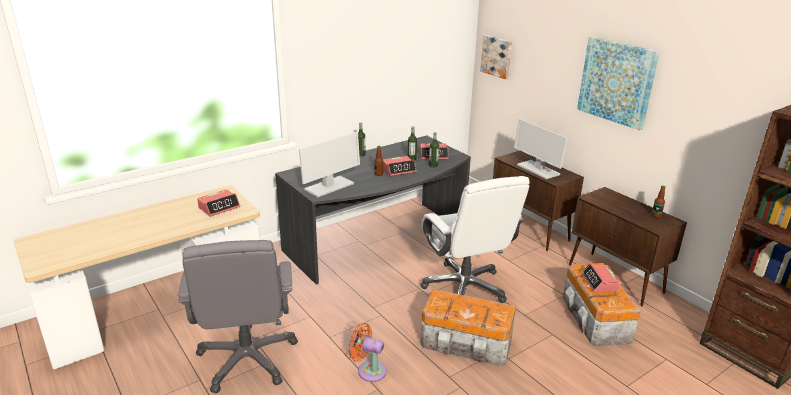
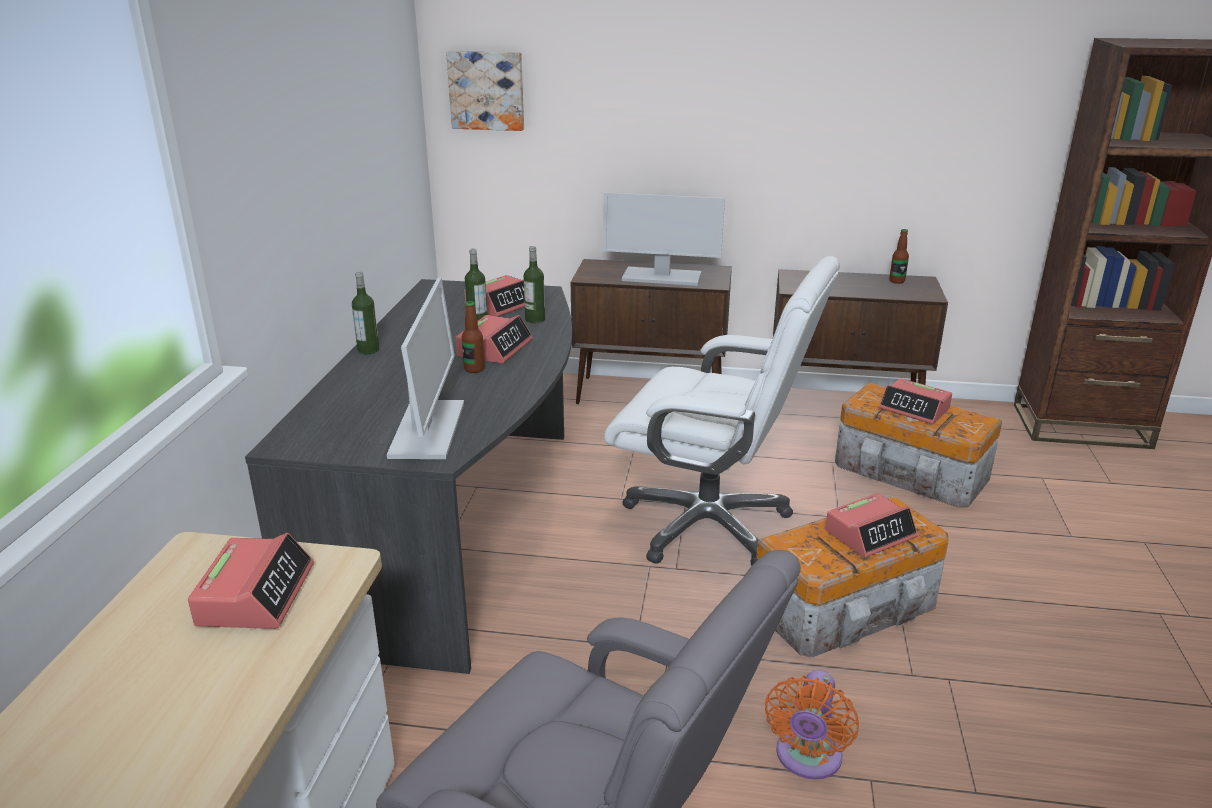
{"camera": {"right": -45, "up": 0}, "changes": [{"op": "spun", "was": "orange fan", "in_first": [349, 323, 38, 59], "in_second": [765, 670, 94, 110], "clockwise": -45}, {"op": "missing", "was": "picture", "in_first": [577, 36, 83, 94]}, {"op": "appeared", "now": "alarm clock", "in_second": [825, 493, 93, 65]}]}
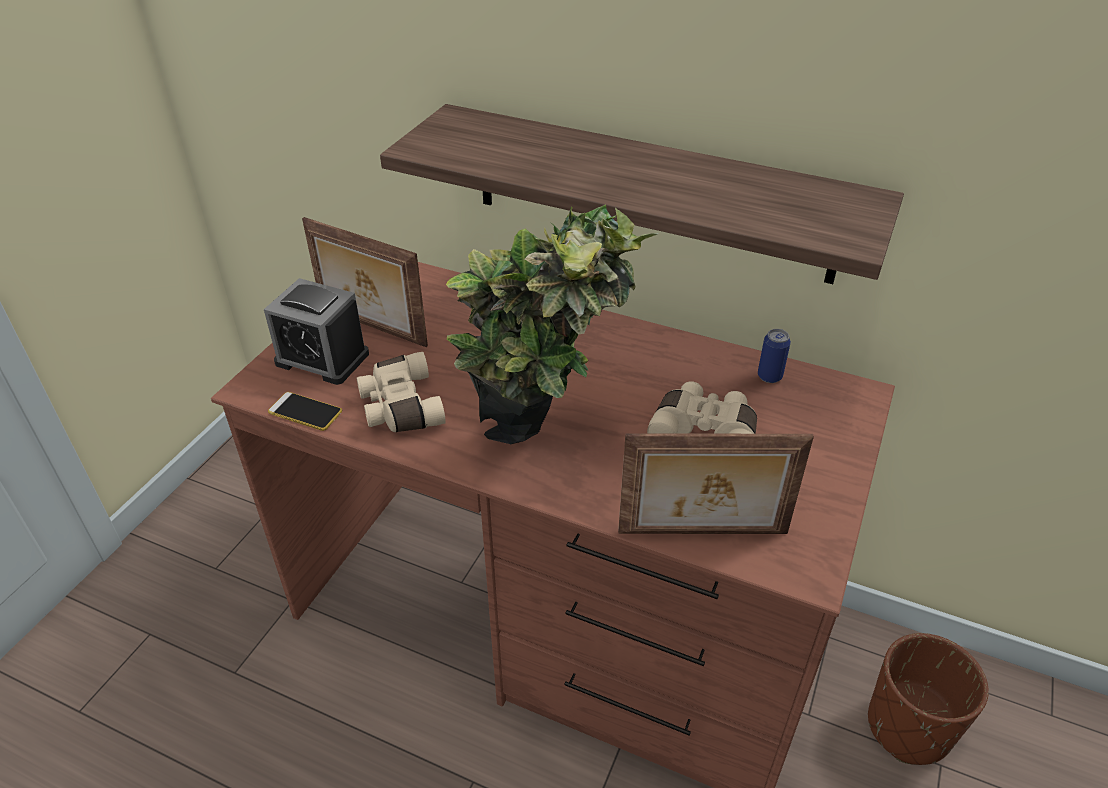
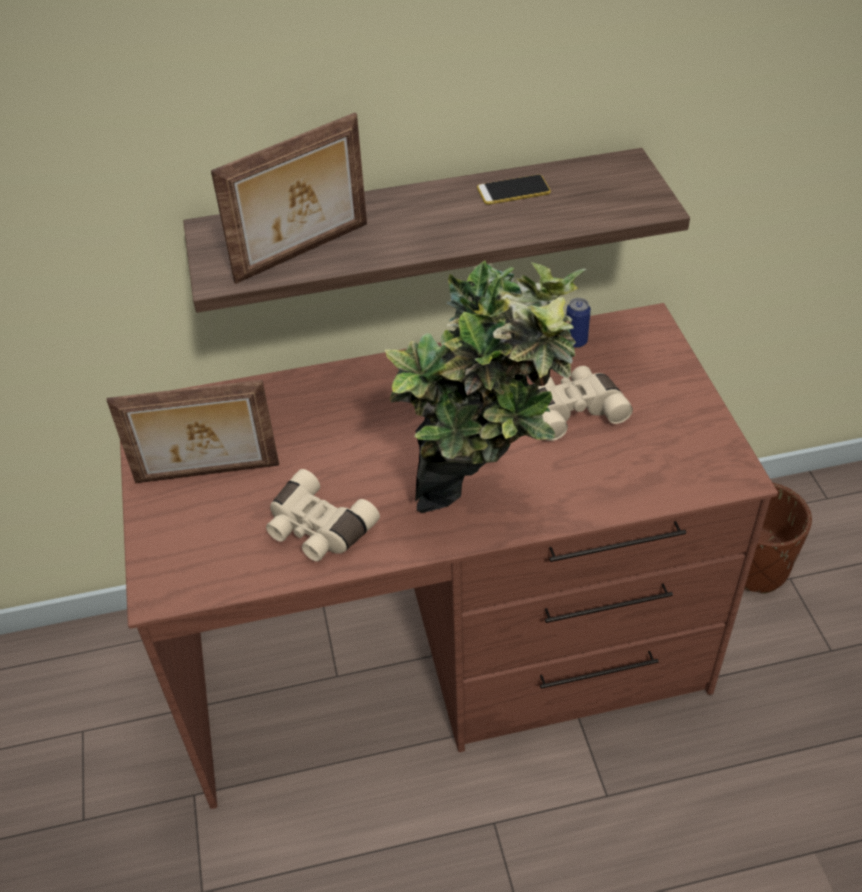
{"camera": {"right": -35, "up": 5}, "changes": [{"op": "missing", "was": "alarm clock", "in_first": [264, 278, 105, 107]}, {"op": "relocated", "was": "phone", "in_first": [268, 392, 74, 39], "in_second": [477, 174, 74, 31]}, {"op": "relocated", "was": "picture frame", "in_first": [618, 433, 196, 101], "in_second": [211, 113, 156, 171]}]}
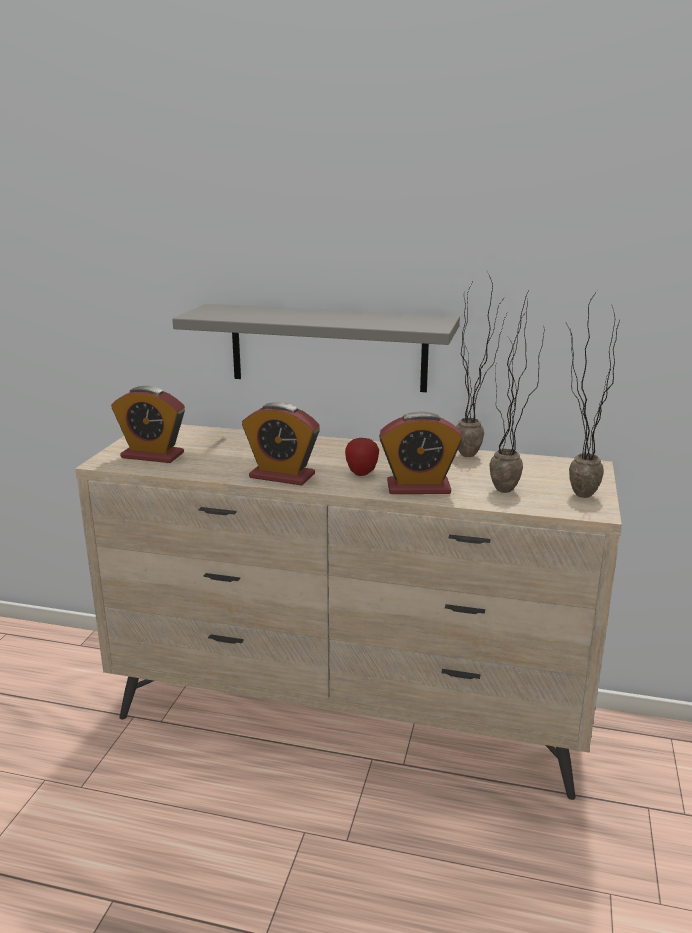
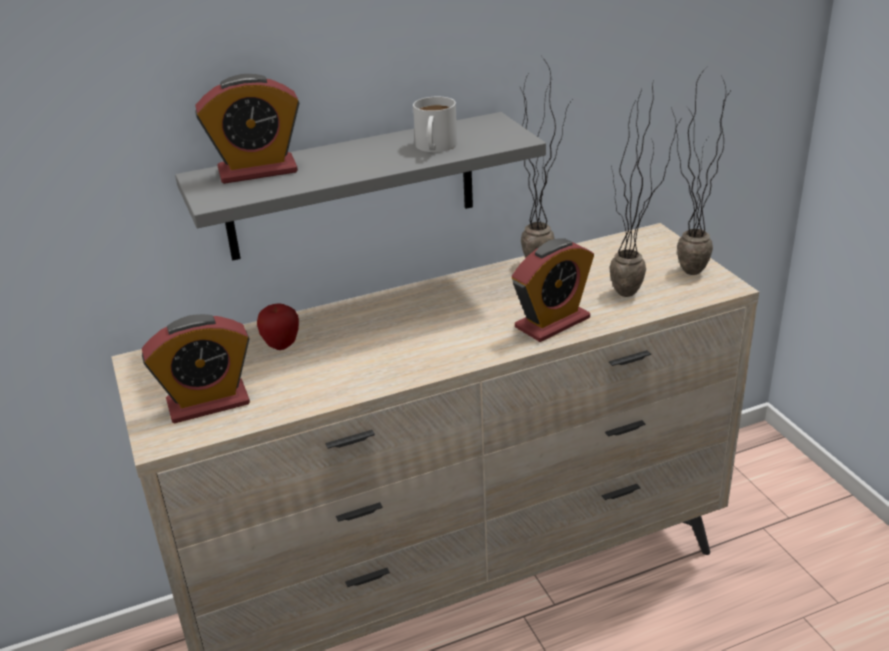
{"camera": {"right": -35, "up": 10}, "changes": [{"op": "relocated", "was": "alarm clock", "in_first": [242, 402, 78, 84], "in_second": [195, 74, 105, 110]}, {"op": "relocated", "was": "apple", "in_first": [345, 438, 34, 38], "in_second": [257, 303, 42, 47]}, {"op": "appeared", "now": "white mug", "in_second": [413, 97, 44, 55]}]}
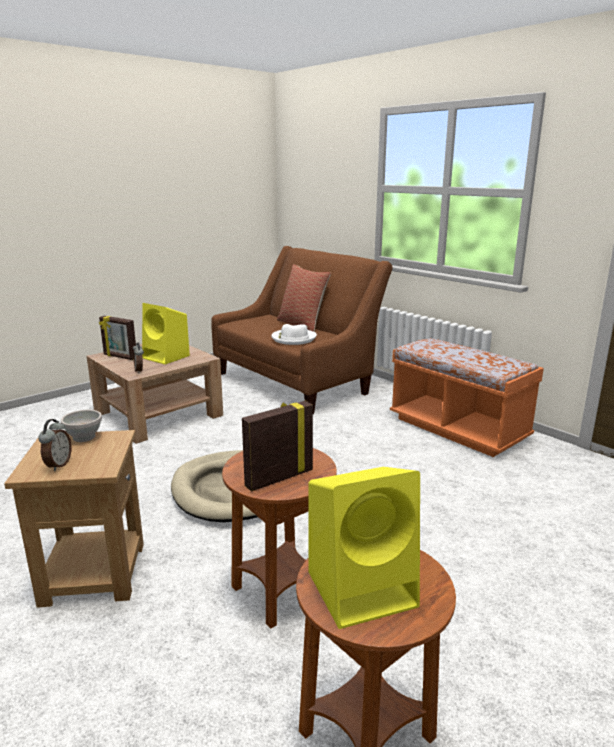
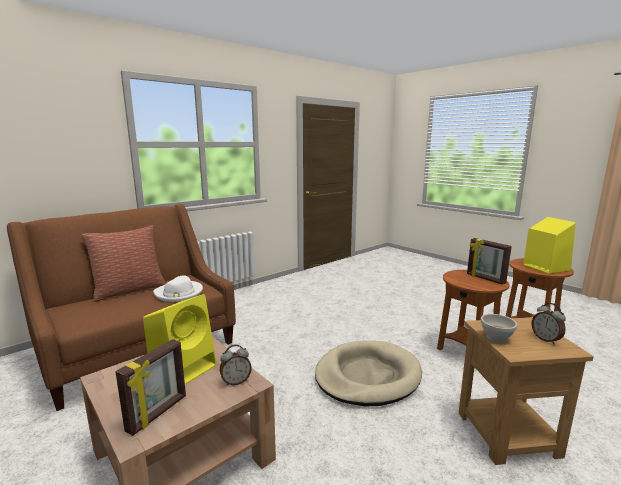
{"camera": {"right": -90, "up": -5}, "changes": [{"op": "spun", "was": "alarm clock", "in_first": [38, 419, 34, 52], "in_second": [531, 303, 35, 41], "clockwise": -120}, {"op": "missing", "was": "orange bench", "in_first": [390, 338, 154, 119]}]}
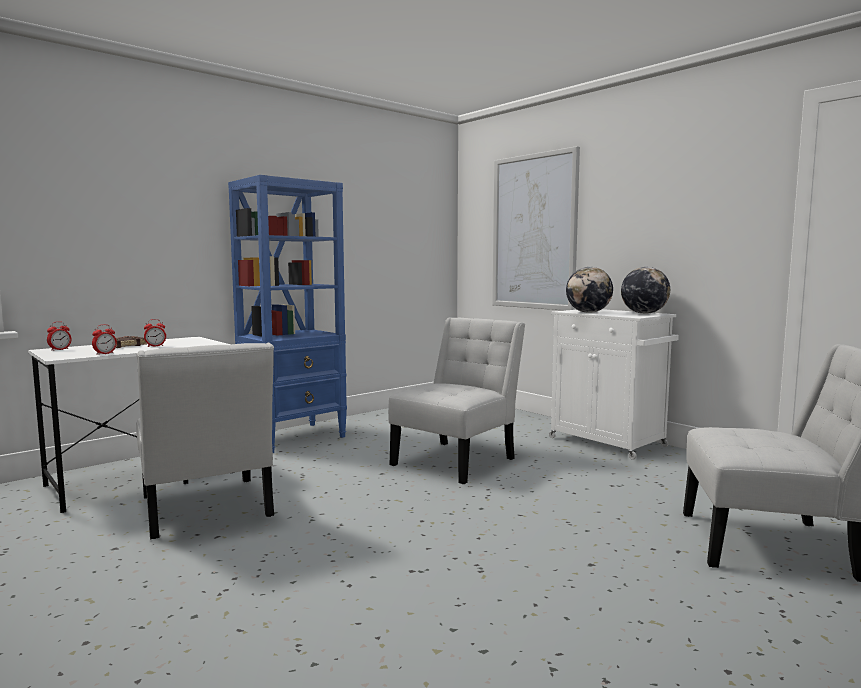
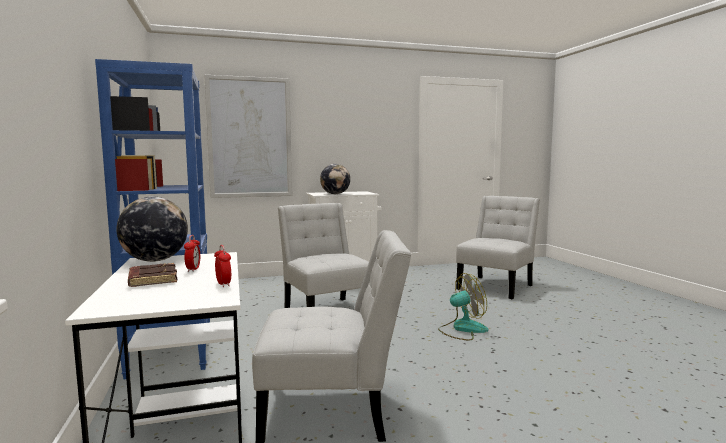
{"camera": {"right": -65, "up": 0}, "changes": [{"op": "missing", "was": "alarm clock", "in_first": [47, 322, 24, 29]}, {"op": "relocated", "was": "globe", "in_first": [621, 267, 49, 47], "in_second": [116, 196, 72, 66]}, {"op": "appeared", "now": "fan", "in_second": [438, 273, 50, 68]}]}
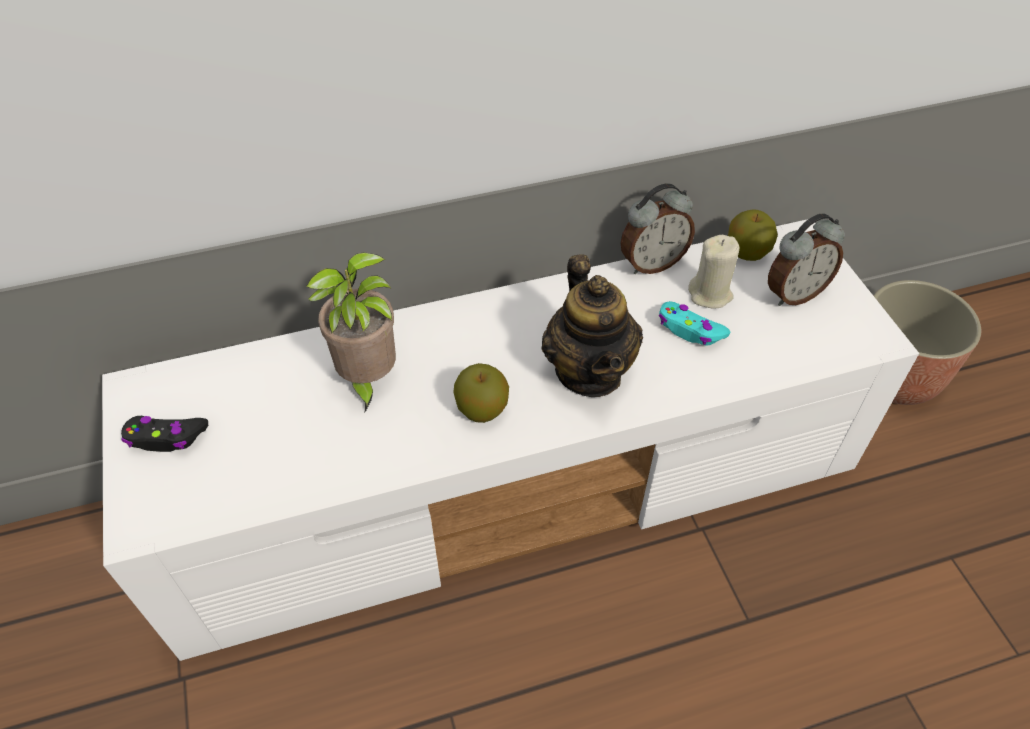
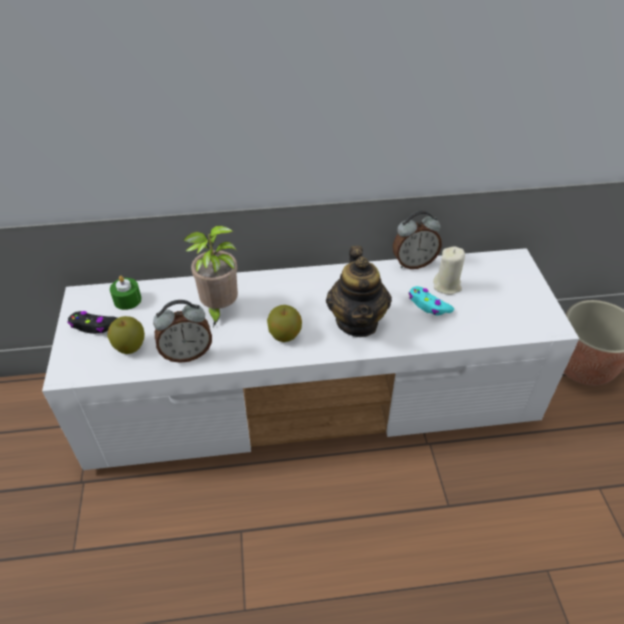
{"camera": {"right": 10, "up": -5}, "changes": [{"op": "relocated", "was": "apple", "in_first": [728, 210, 50, 51], "in_second": [107, 316, 38, 38]}, {"op": "relocated", "was": "alarm clock", "in_first": [768, 213, 77, 93], "in_second": [153, 300, 59, 63]}, {"op": "appeared", "now": "green candle", "in_second": [110, 276, 32, 34]}]}
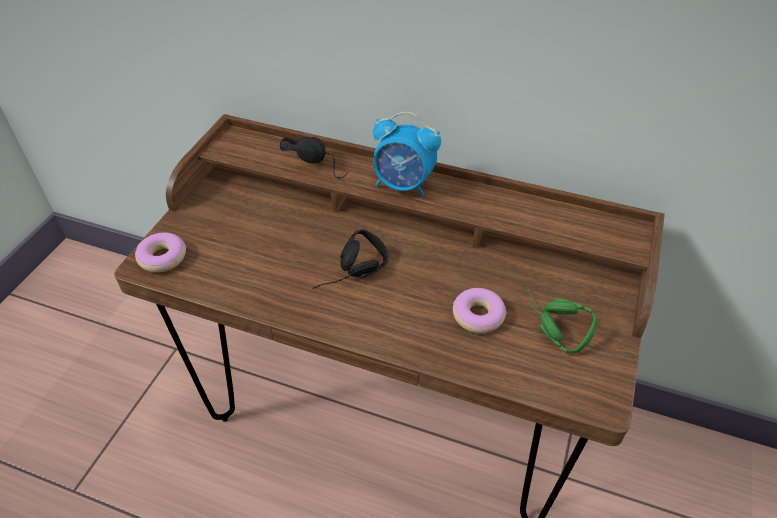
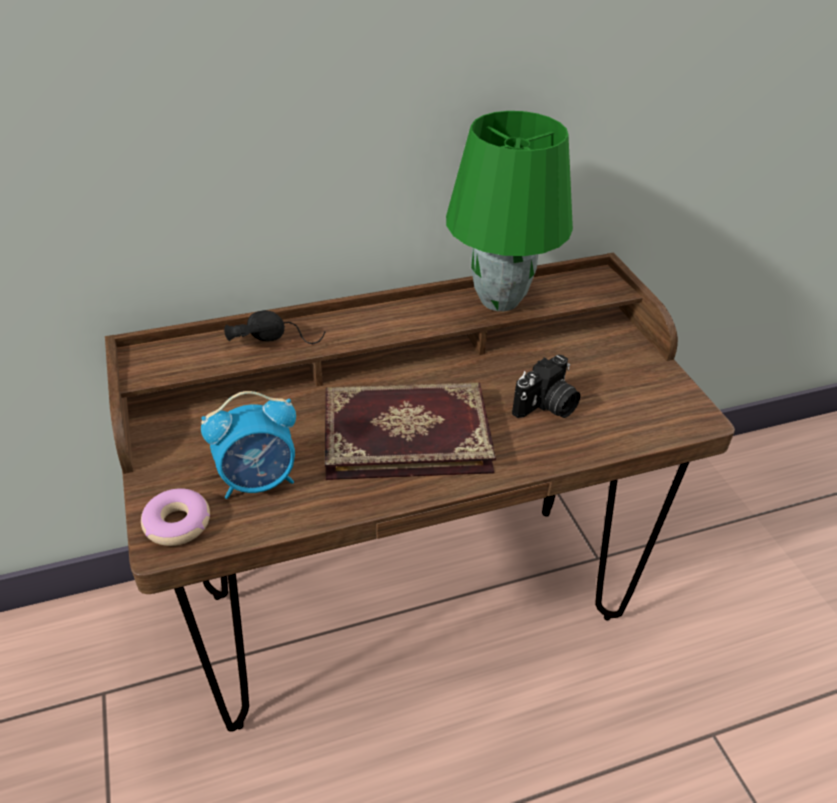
{"camera": {"right": -40, "up": -5}, "changes": [{"op": "exchanged", "was": "black headphones", "now": "book", "in_first": [313, 230, 76, 59], "in_second": [325, 383, 171, 97]}, {"op": "relocated", "was": "alarm clock", "in_first": [373, 112, 68, 85], "in_second": [201, 391, 95, 108]}, {"op": "exchanged", "was": "donut", "now": "photo camera", "in_first": [453, 288, 54, 45], "in_second": [512, 355, 68, 63]}, {"op": "missing", "was": "green headphones", "in_first": [521, 284, 76, 70]}, {"op": "appeared", "now": "green table lamp", "in_second": [446, 111, 127, 200]}]}
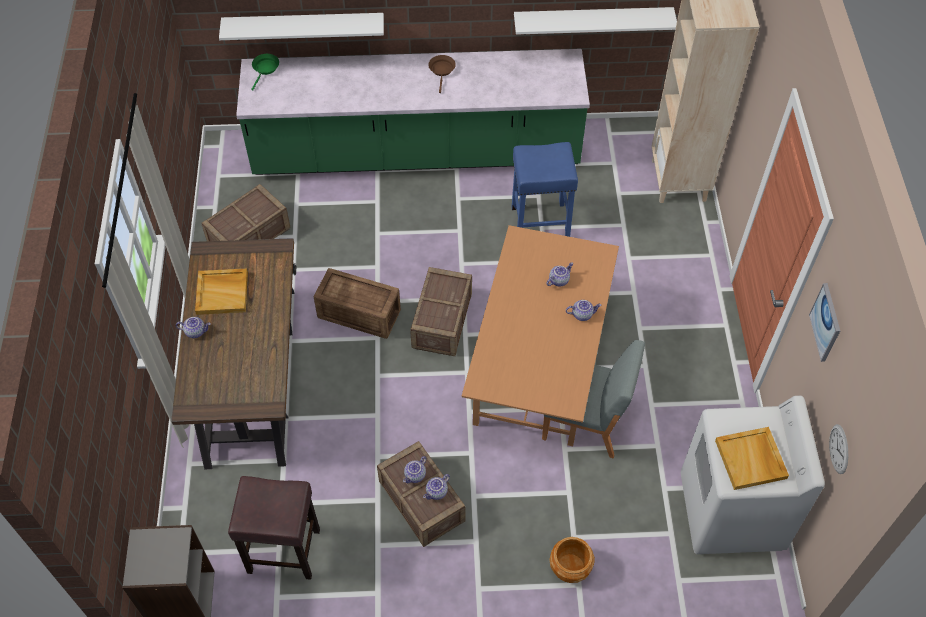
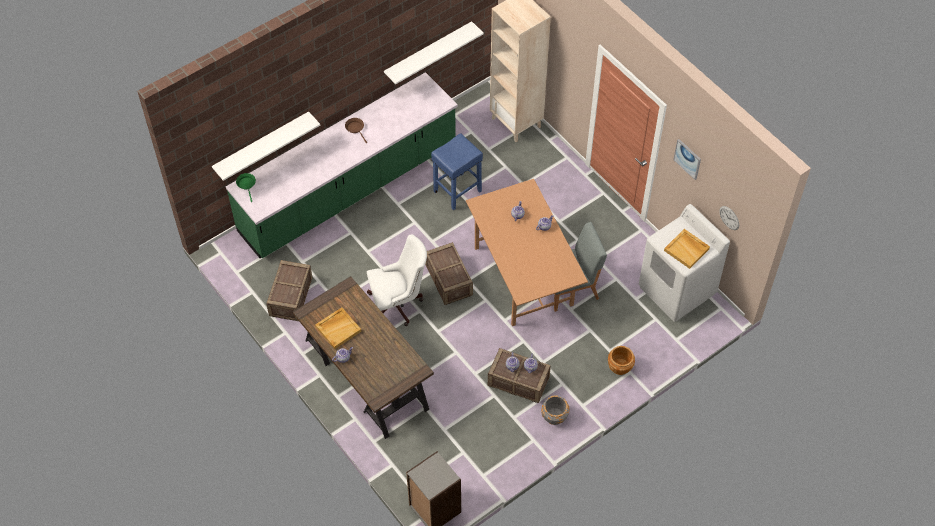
{"camera": {"right": -35, "up": 0}, "changes": [{"op": "missing", "was": "brown stool", "in_first": [228, 476, 92, 104]}, {"op": "exchanged", "was": "crate", "now": "white office chair", "in_first": [313, 268, 88, 71], "in_second": [367, 234, 60, 92]}, {"op": "appeared", "now": "grey planter", "in_second": [541, 395, 28, 30]}]}
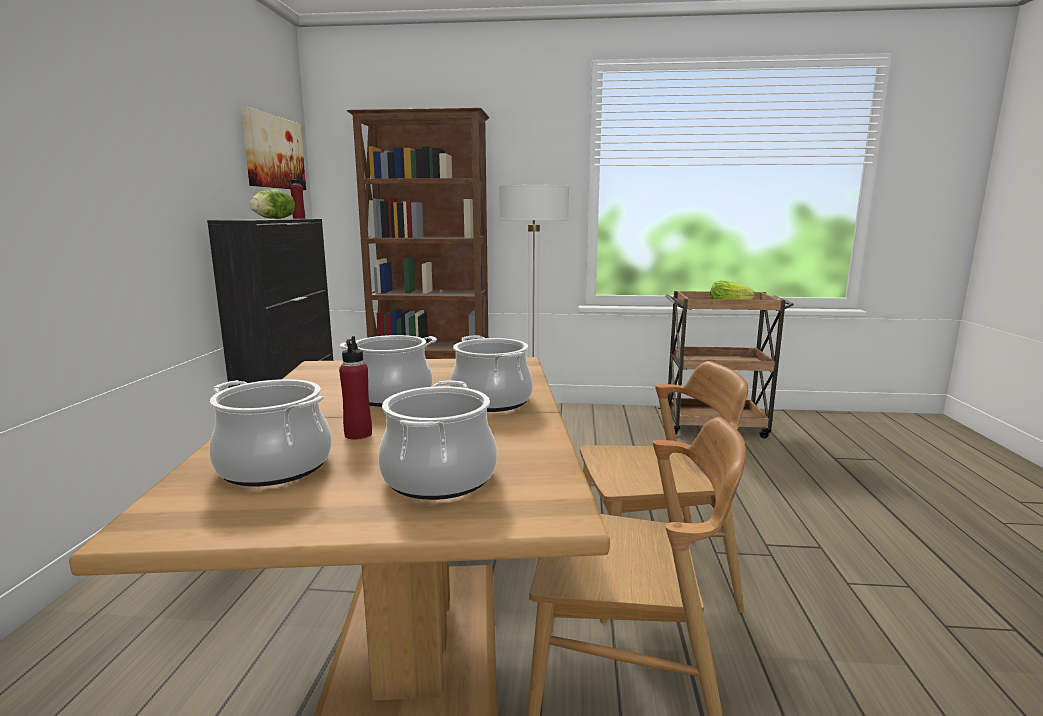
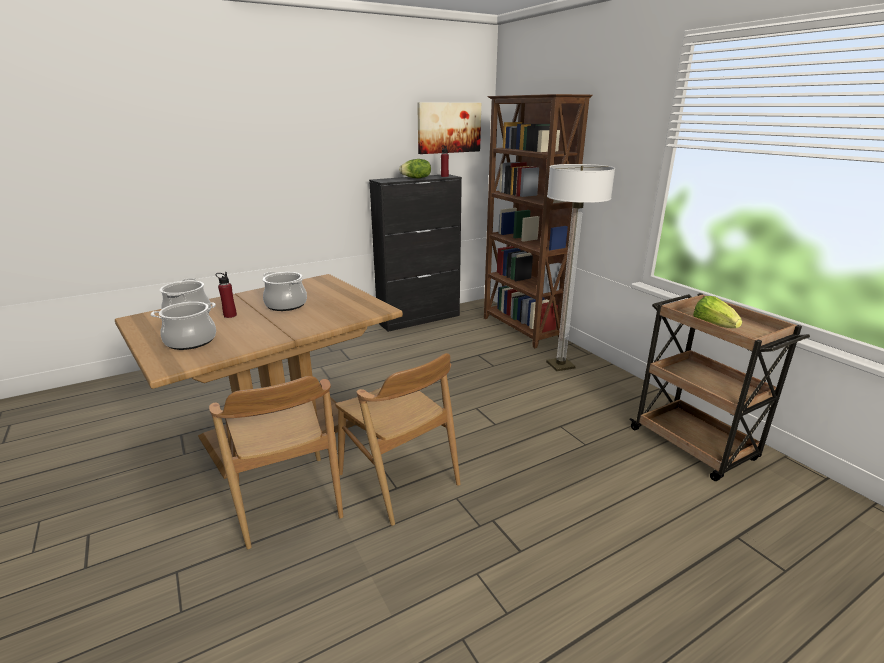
{"camera": {"right": 55, "up": 10}, "changes": [{"op": "missing", "was": "cooking pot", "in_first": [450, 335, 83, 77]}]}
